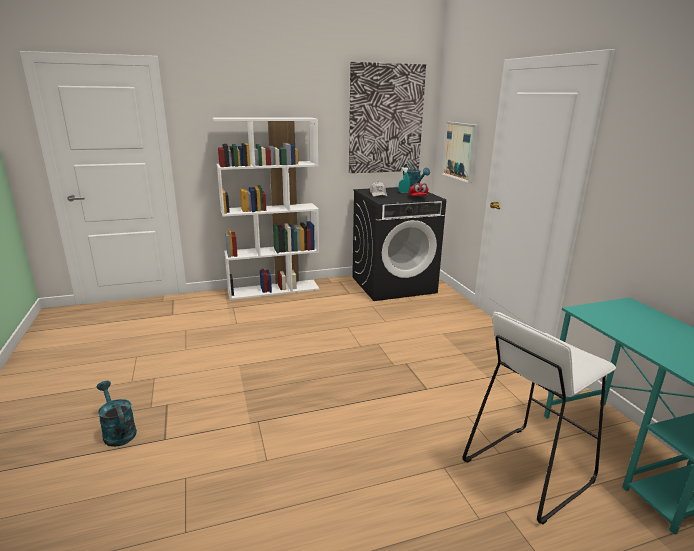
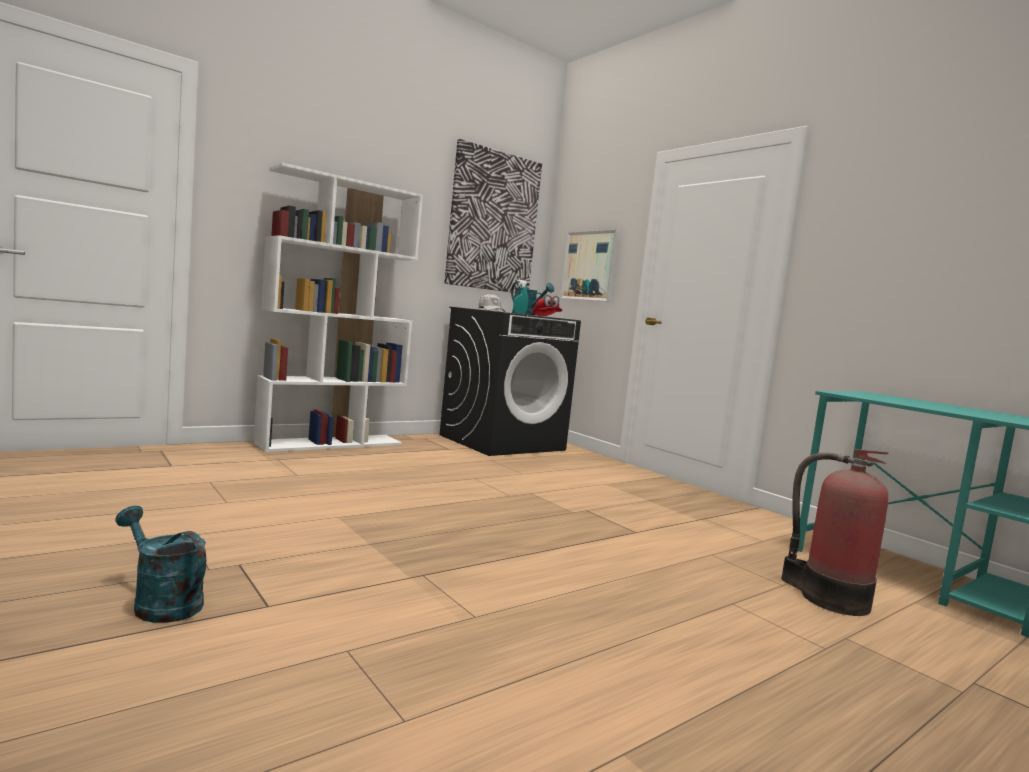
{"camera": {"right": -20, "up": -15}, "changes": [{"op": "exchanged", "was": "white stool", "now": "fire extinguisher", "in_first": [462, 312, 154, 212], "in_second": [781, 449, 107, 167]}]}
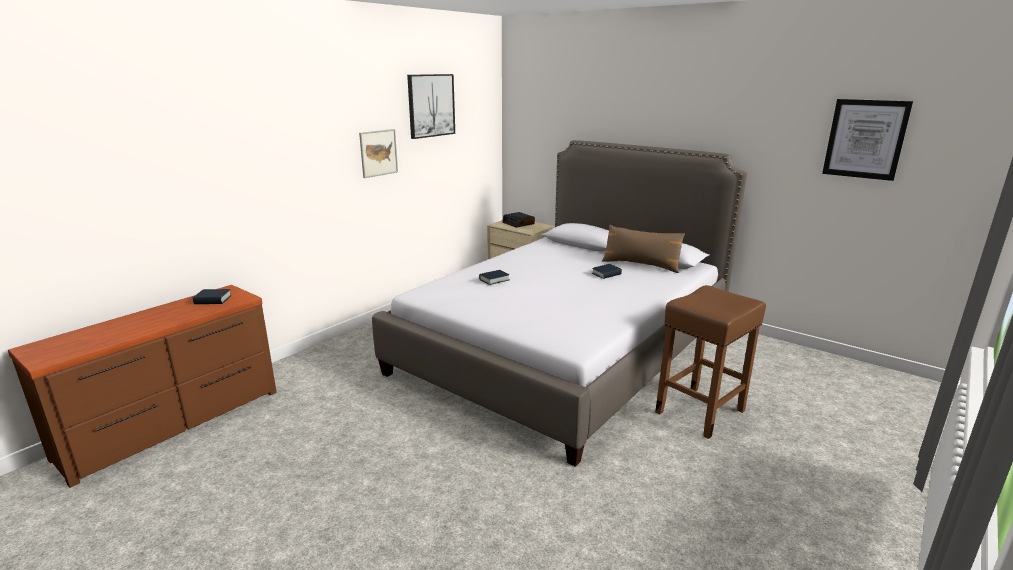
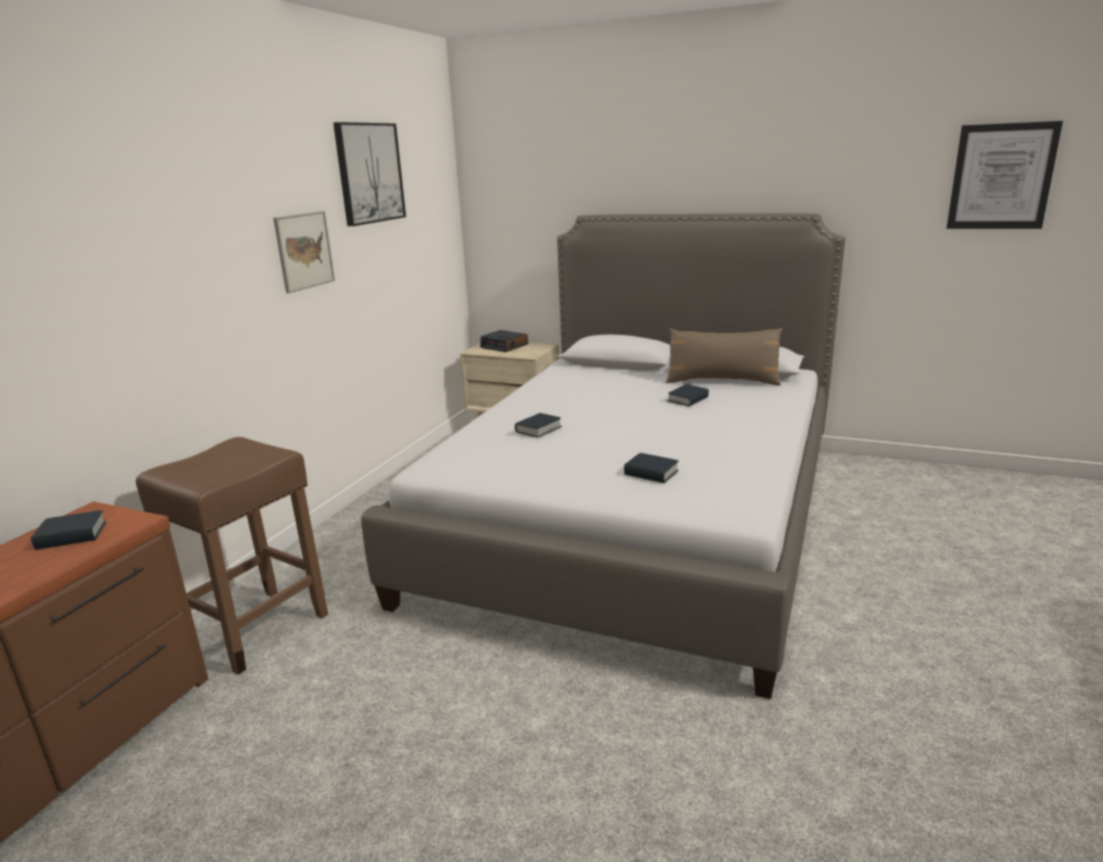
{"camera": {"right": -15, "up": 0}, "changes": [{"op": "relocated", "was": "brown stool", "in_first": [655, 285, 111, 154], "in_second": [136, 437, 192, 238]}, {"op": "appeared", "now": "book", "in_second": [624, 453, 55, 30]}]}
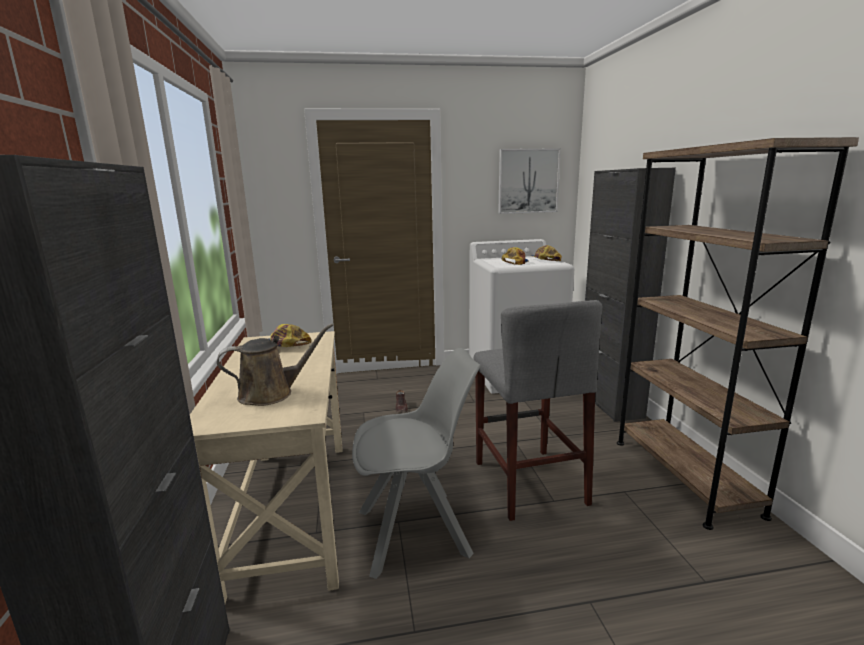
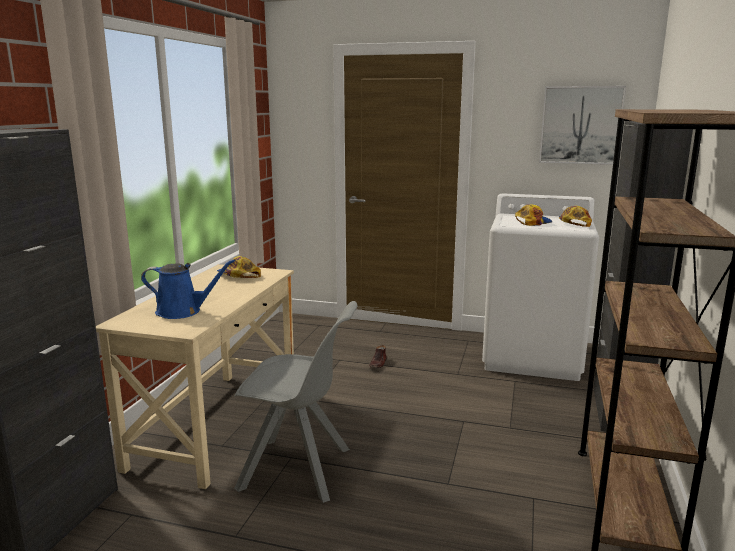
{"camera": {"right": 25, "up": 0}, "changes": [{"op": "colour", "was": "brown watering can", "now": "blue watering can", "in_first": [217, 324, 116, 82], "in_second": [141, 259, 94, 60]}, {"op": "missing", "was": "grey stool", "in_first": [474, 300, 128, 221]}]}
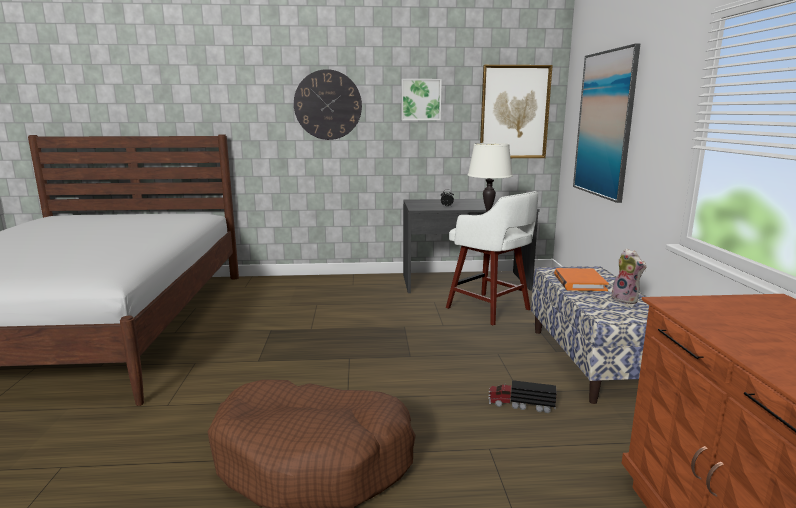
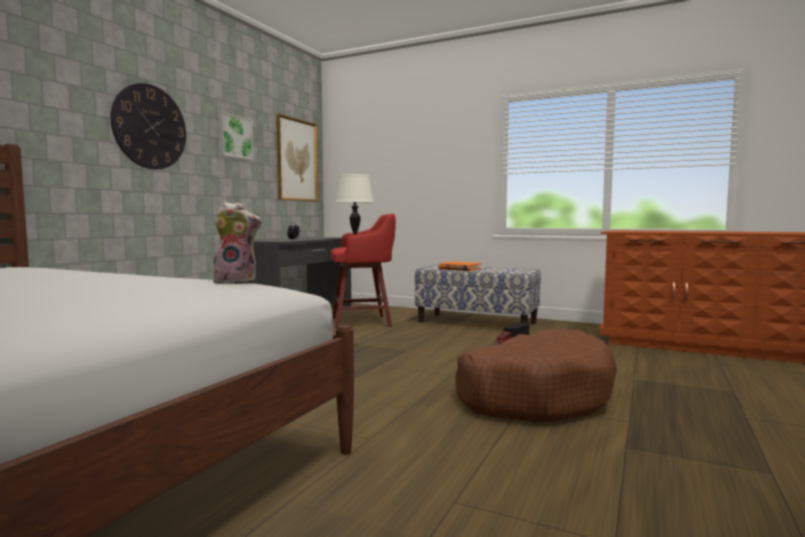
{"camera": {"right": -60, "up": -10}, "changes": [{"op": "colour", "was": "white stool", "now": "red stool", "in_first": [446, 191, 92, 134], "in_second": [330, 214, 66, 115]}, {"op": "missing", "was": "picture", "in_first": [573, 43, 67, 160]}, {"op": "relocated", "was": "plush toy", "in_first": [611, 248, 36, 56], "in_second": [209, 202, 53, 82]}]}
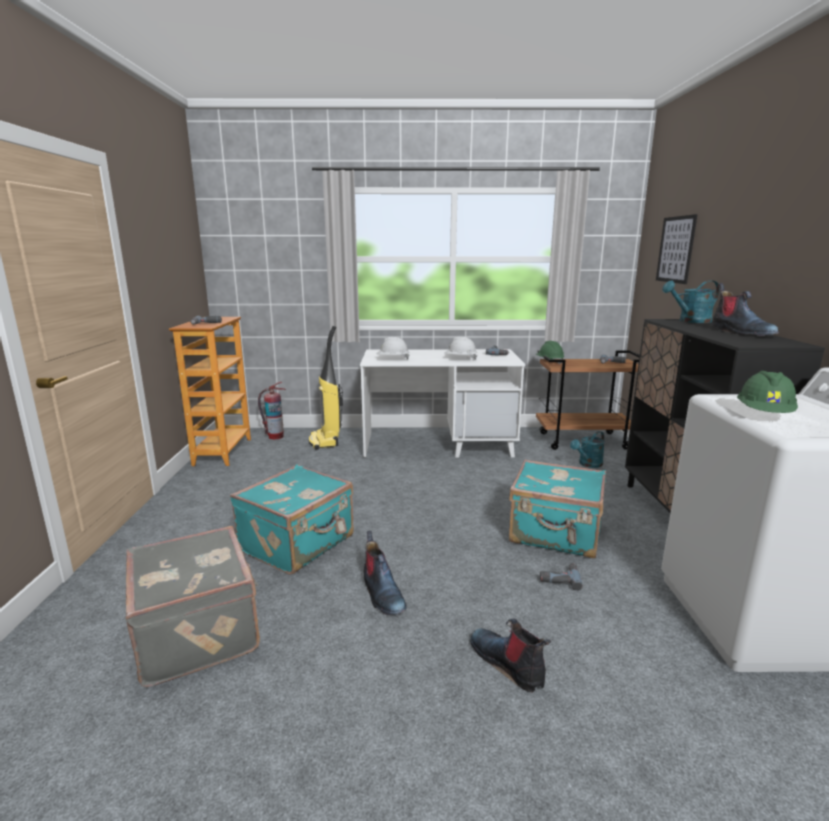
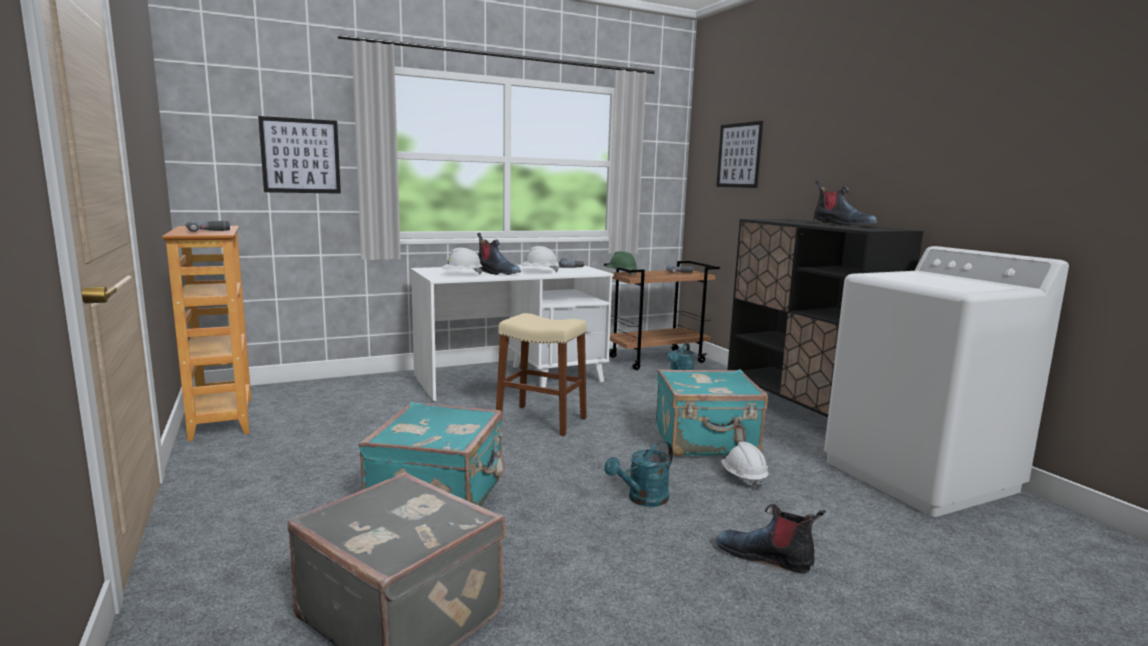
{"camera": {"right": -25, "up": -5}, "changes": [{"op": "missing", "was": "fire extinguisher", "in_first": [258, 382, 28, 57]}, {"op": "missing", "was": "vacuum cleaner", "in_first": [308, 325, 35, 125]}, {"op": "relocated", "was": "boot", "in_first": [364, 531, 43, 84], "in_second": [477, 233, 44, 42]}, {"op": "exchanged", "was": "power drill", "now": "white hard hat", "in_first": [540, 563, 43, 28], "in_second": [721, 442, 48, 47]}, {"op": "relocated", "was": "turquoise watering can", "in_first": [662, 280, 58, 43], "in_second": [604, 440, 69, 67]}, {"op": "missing", "was": "green hard hat", "in_first": [737, 371, 61, 42]}, {"op": "appeared", "now": "picture", "in_second": [258, 116, 83, 78]}, {"op": "appeared", "now": "beige stool", "in_second": [496, 313, 91, 123]}]}
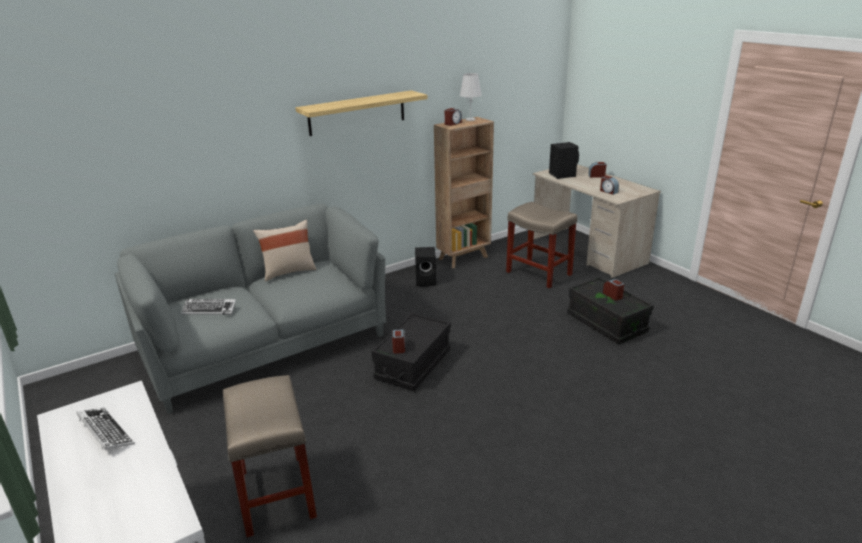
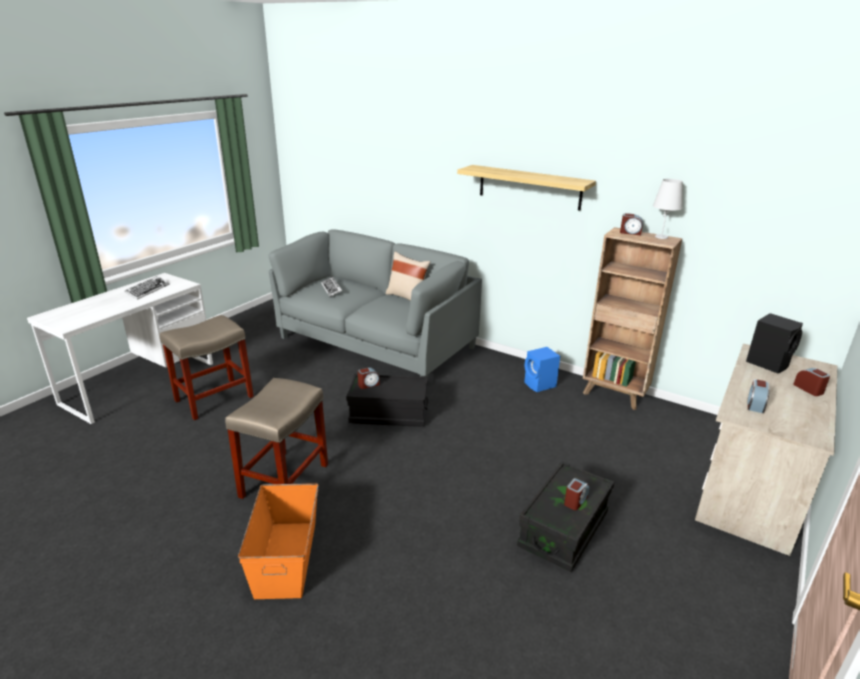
{"camera": {"right": 65, "up": 0}, "changes": [{"op": "colour", "was": "black speaker", "now": "blue speaker", "in_first": [415, 247, 21, 39], "in_second": [524, 347, 36, 45]}, {"op": "relocated", "was": "beige stool", "in_first": [506, 202, 71, 86], "in_second": [225, 378, 103, 121]}, {"op": "appeared", "now": "orange storage box", "in_second": [238, 483, 81, 116]}]}
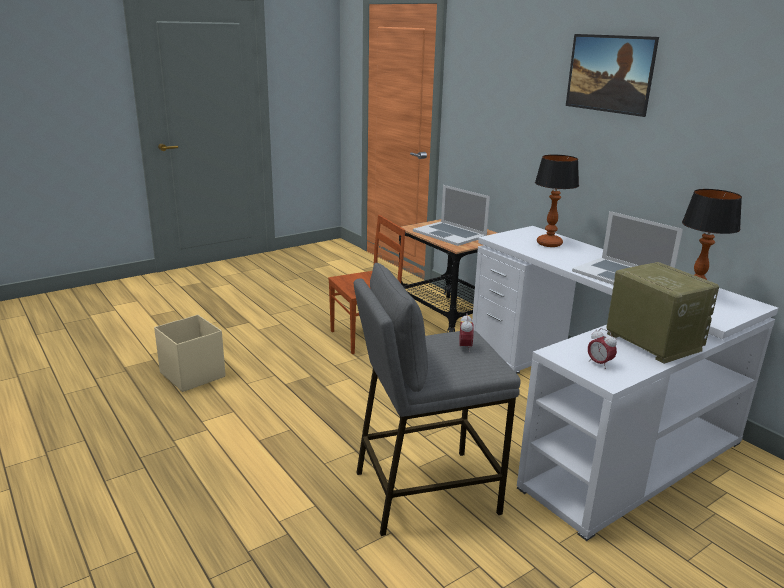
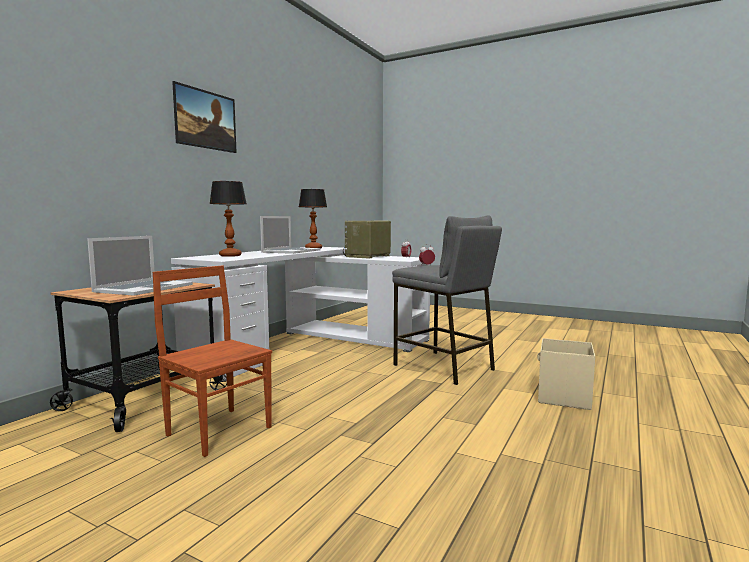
{"camera": {"right": -115, "up": -15}, "changes": [{"op": "relocated", "was": "beige storage box", "in_first": [154, 315, 72, 77], "in_second": [537, 338, 58, 72]}]}
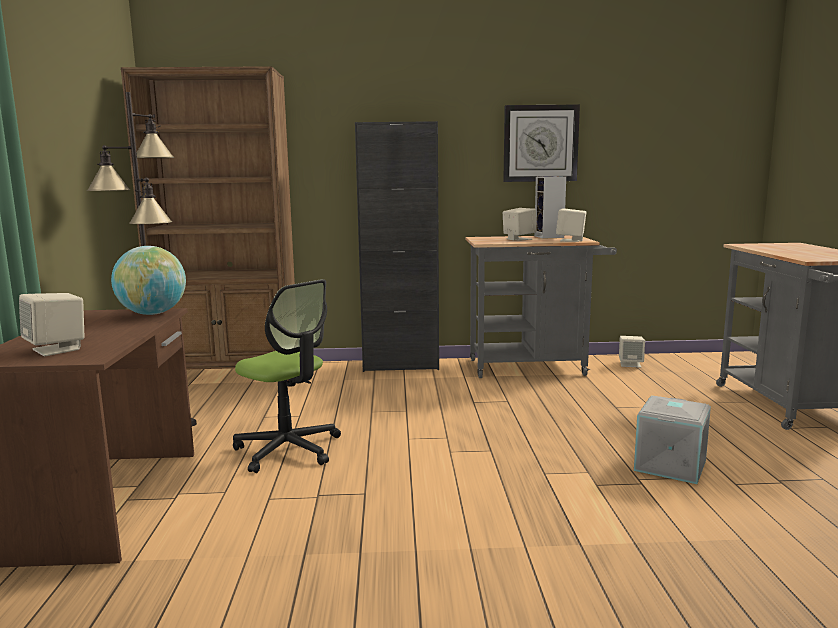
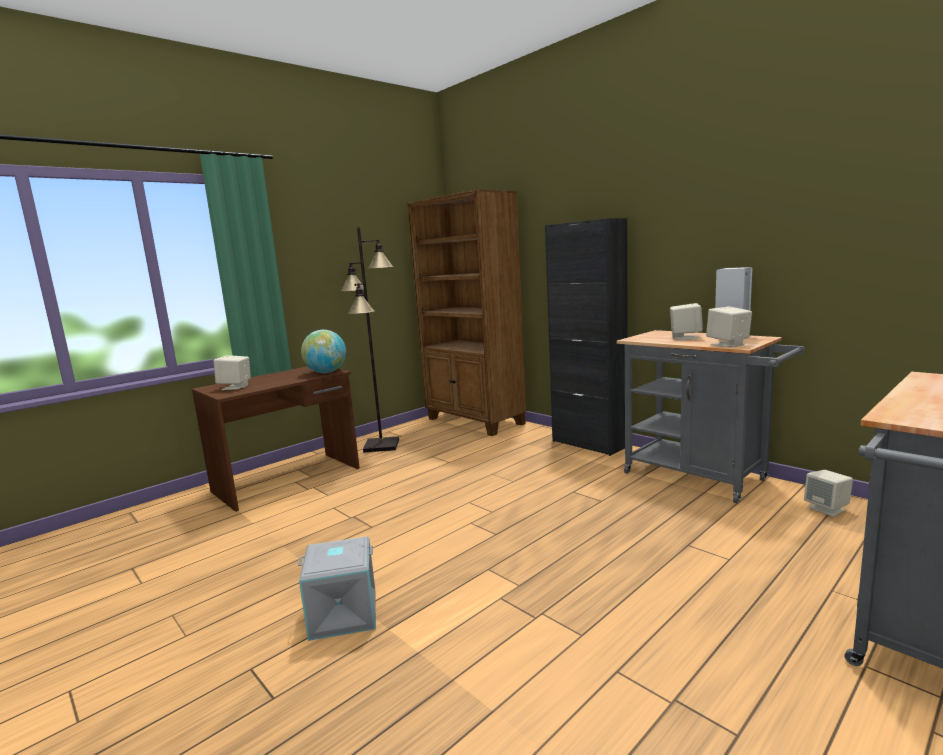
{"camera": {"right": 50, "up": 0}, "changes": [{"op": "missing", "was": "office chair", "in_first": [233, 279, 108, 194]}, {"op": "missing", "was": "wall clock", "in_first": [503, 105, 77, 77]}, {"op": "relocated", "was": "grey storage box", "in_first": [634, 396, 77, 88], "in_second": [298, 536, 78, 105]}]}
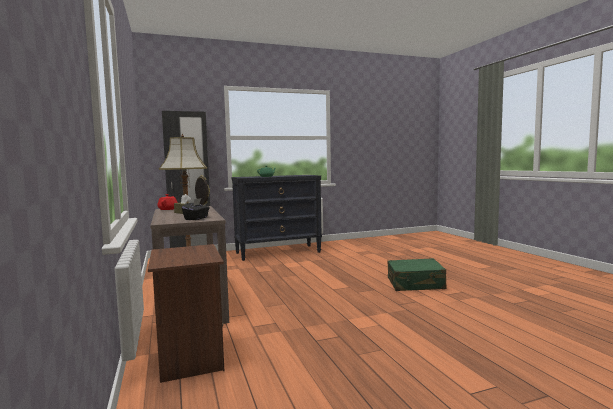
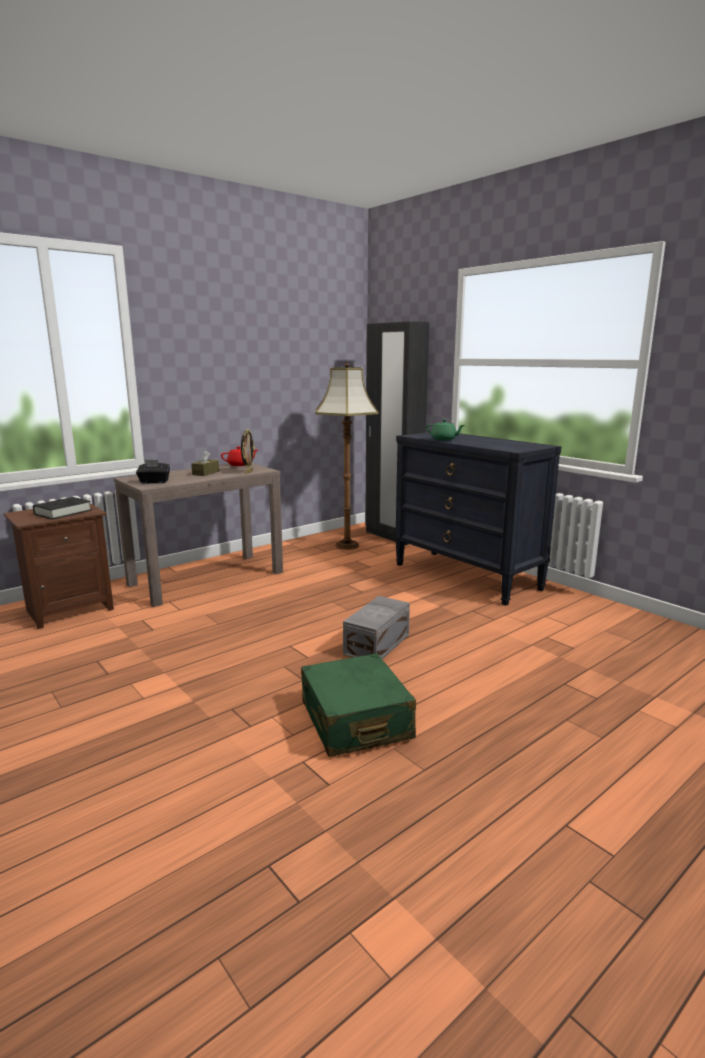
{"camera": {"right": 70, "up": 10}, "changes": [{"op": "appeared", "now": "black book", "in_second": [33, 497, 59, 22]}, {"op": "appeared", "now": "grey storage box", "in_second": [343, 596, 67, 63]}]}
